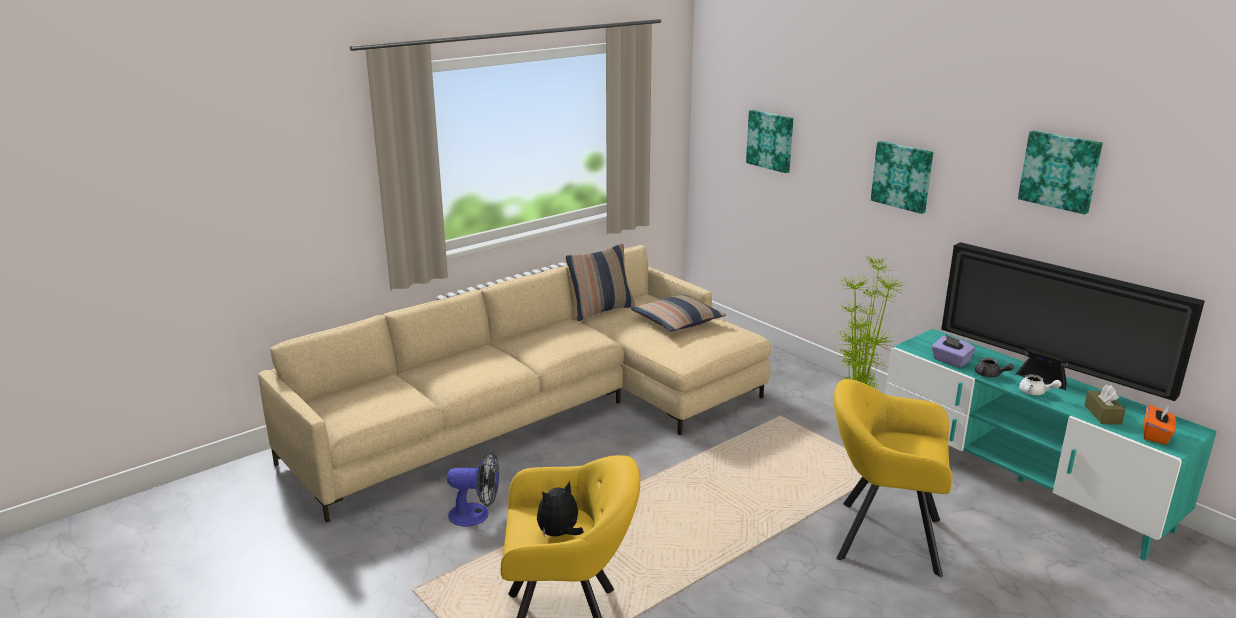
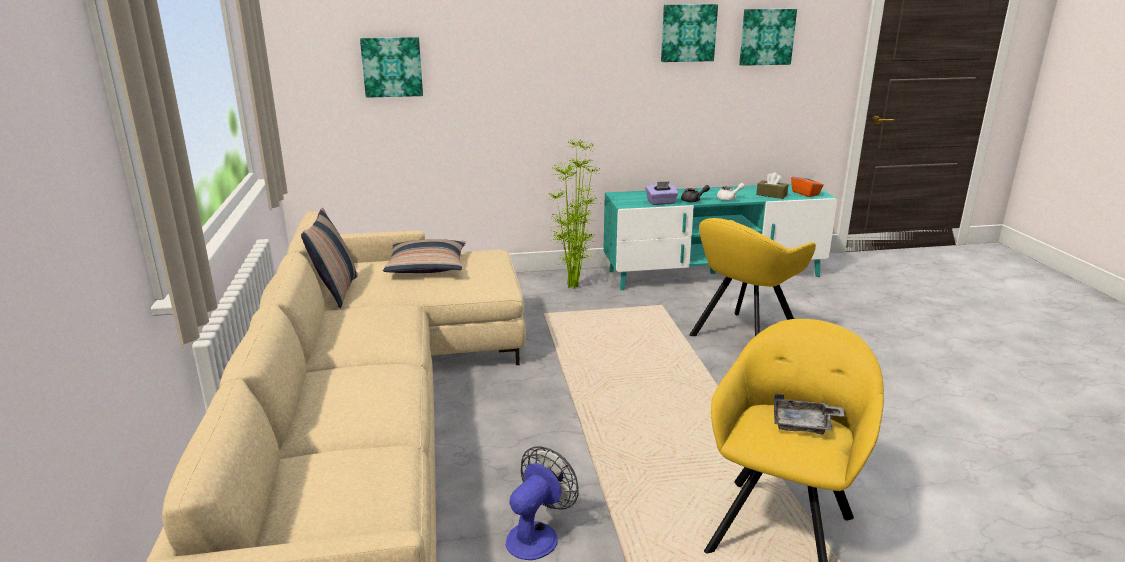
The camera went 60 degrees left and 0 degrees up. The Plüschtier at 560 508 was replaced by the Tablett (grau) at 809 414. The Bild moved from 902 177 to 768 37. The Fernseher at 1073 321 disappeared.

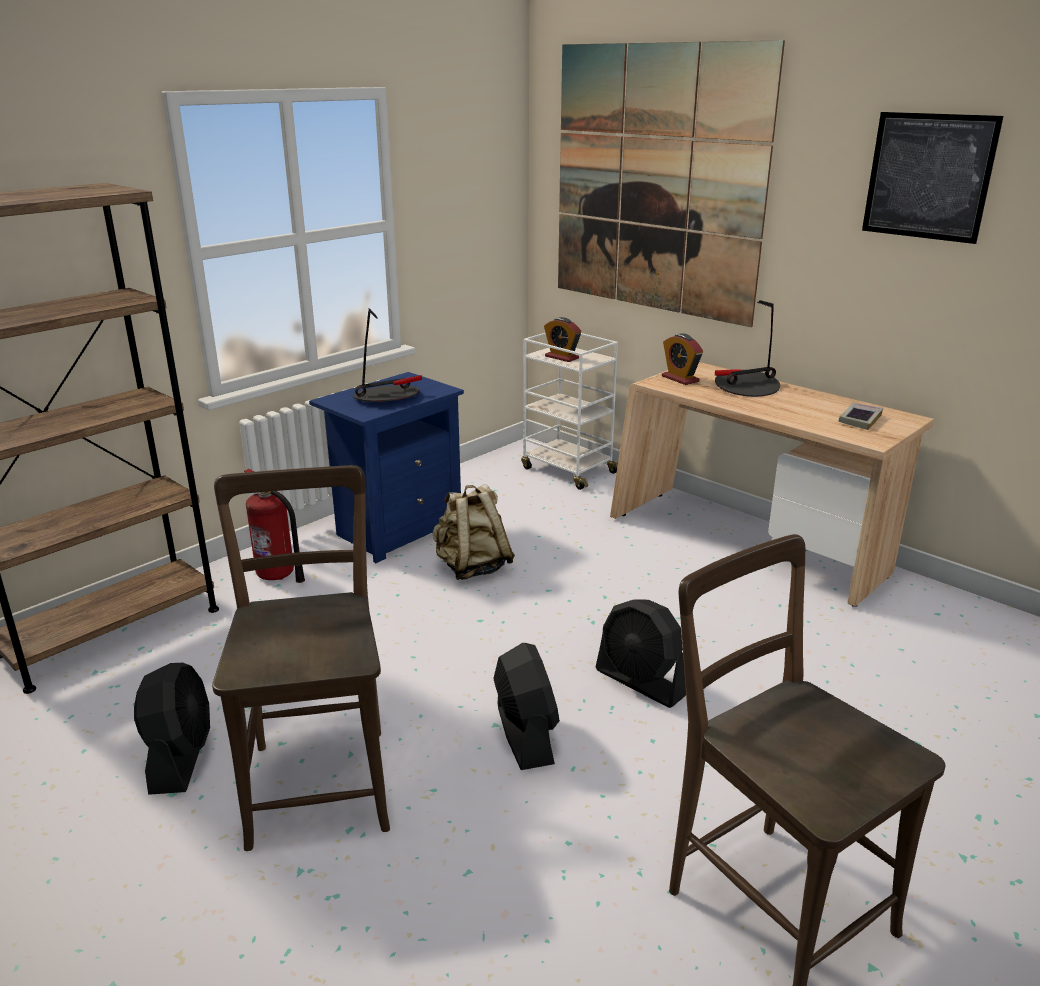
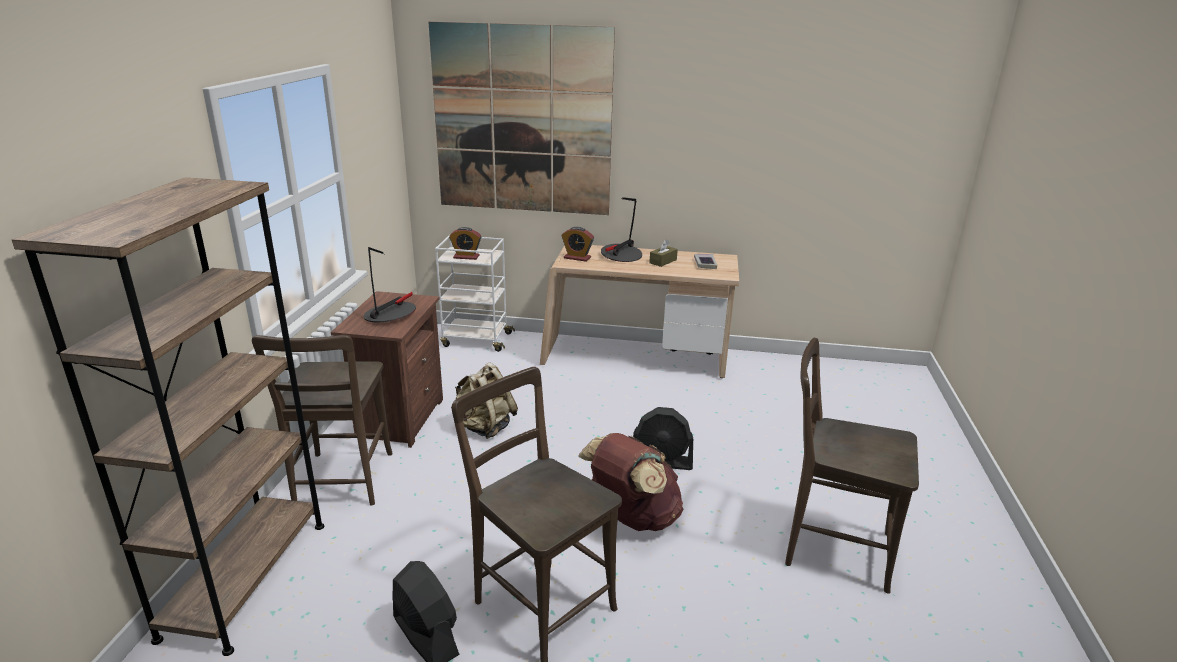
The camera went 35 degrees left and 0 degrees up. The Feuerlöscher at 274 526 was replaced by the Stuhl (braun) at 322 420. The Nachttisch (blau) at 386 467 became the Nachttisch (braun) at 387 369. The Ventilator (schwarz) at 526 706 was replaced by the Rucksack (braun) at 630 482. The Bild at 933 178 disappeared. The Taschentuchbox (braun) at 663 253 appeared.

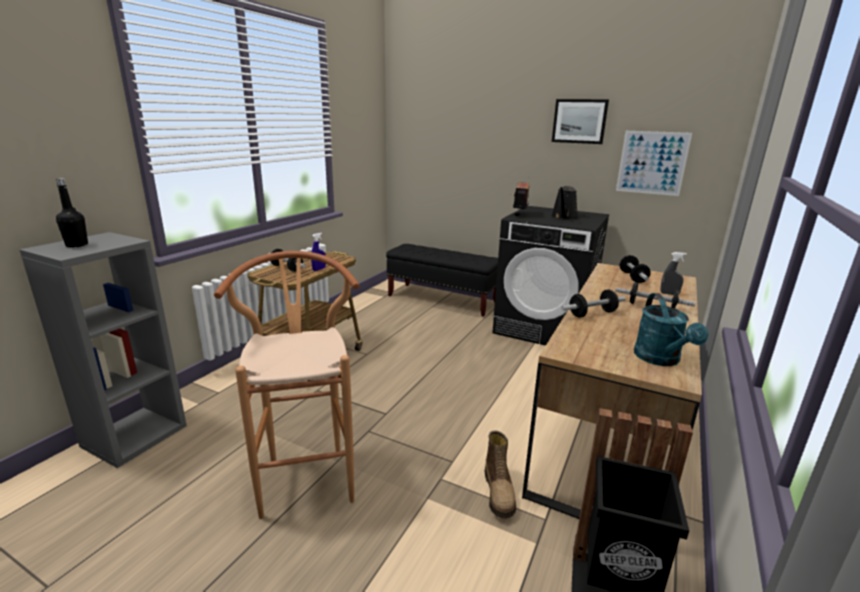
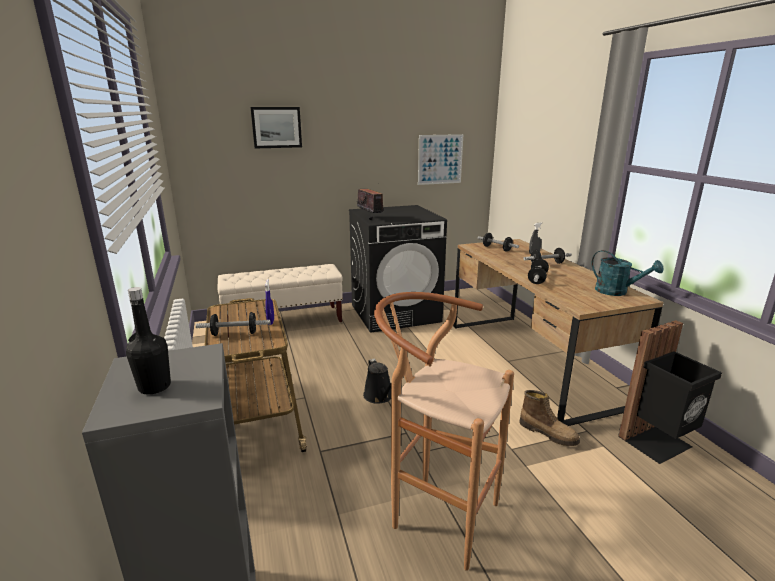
The camera went 45 degrees left and 0 degrees up. The Bank (schwarz) at 442 280 became the Bank (beige) at 280 301. The Gießkanne (schwarz) moved from 564 203 to 377 381. The Bild moved from 580 121 to 276 127.

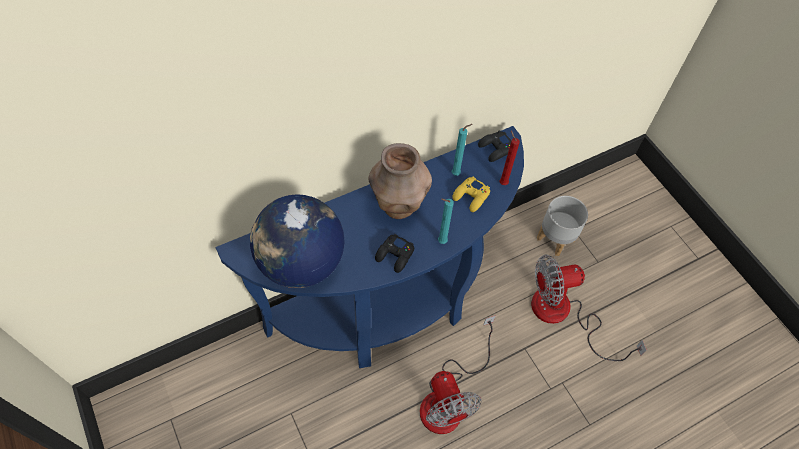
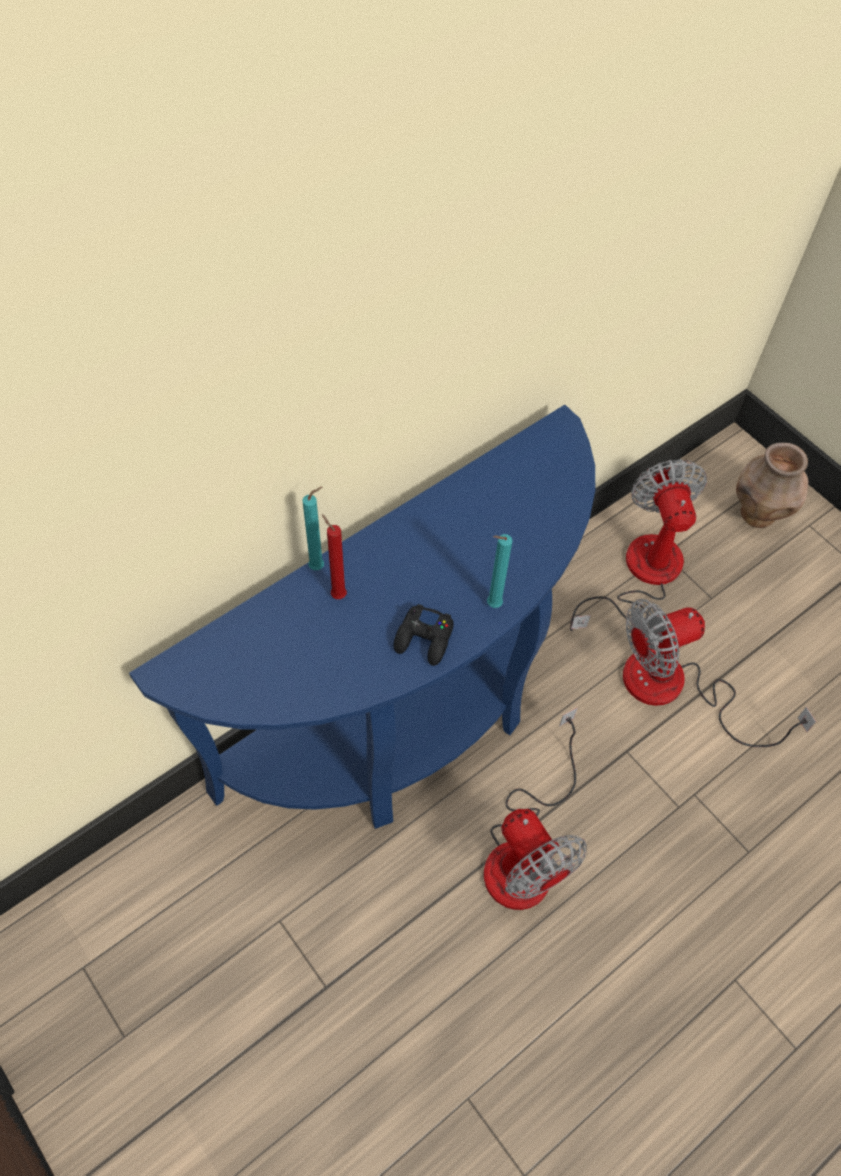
The camera went 10 degrees left and 0 degrees up. The Globus at 297 241 disappeared. The Vase (braun) moved from 400 181 to 772 485. The Kerze (türkis) moved from 462 150 to 313 528. The Gamepad (gelb) at 471 194 disappeared. The Gamepad (schwarz) at 494 146 disappeared. The Kerze (rot) moved from 510 158 to 334 556. The Pflanzkübel (grau) at 562 226 was replaced by the Ventilator at 638 545.

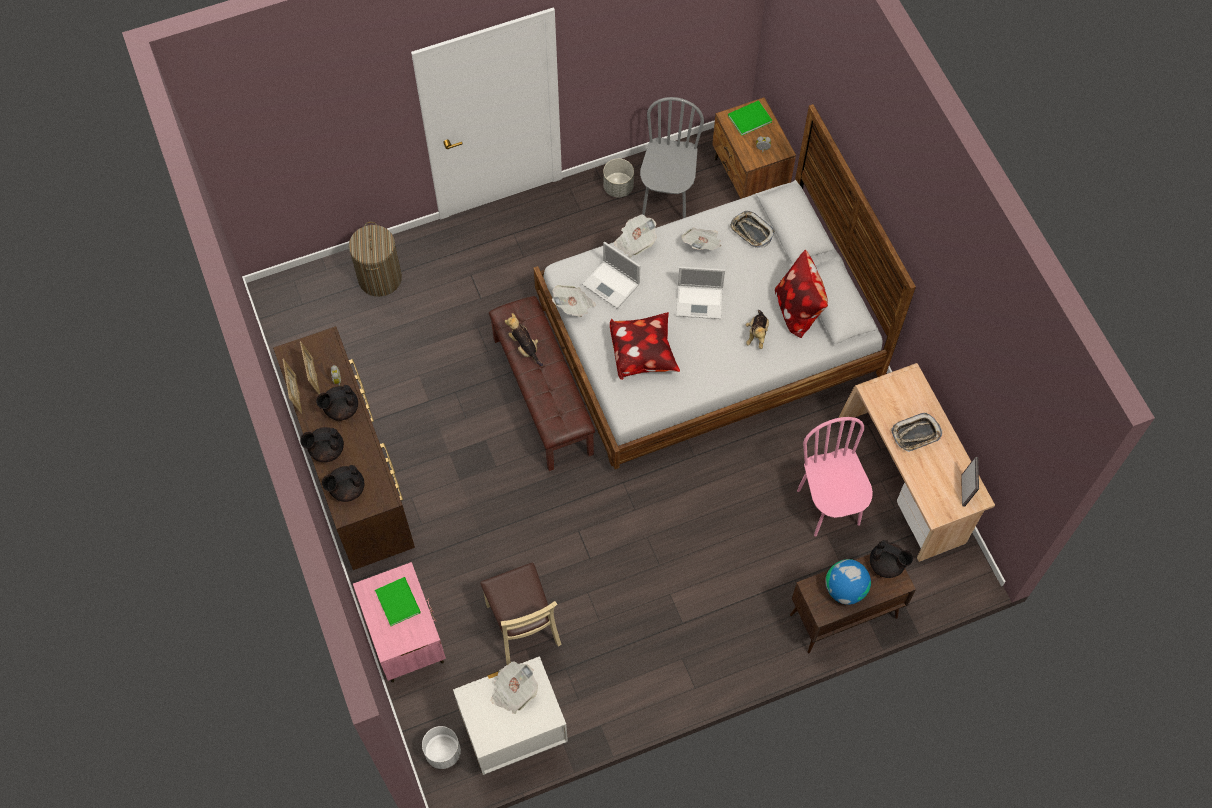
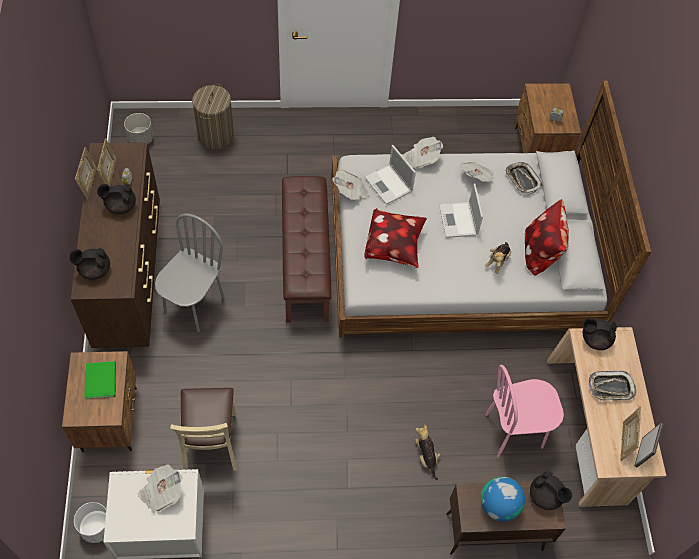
The camera went 15 degrees right and 5 degrees down. The Teekanne (schwarz) moved from 322 444 to 600 334. The Nachttisch (rosa) at 399 622 became the Nachttisch (braun) at 99 401. The Plüschtier moved from 524 339 to 427 452. The Pflanzkübel (grau) moved from 618 178 to 139 128. The Stuhl (grau) moved from 672 157 to 190 273. The Laptop at 700 292 turned 60 degrees clockwise. The Buch (grün) at 750 118 disappeared. The Stuhl (rosa) at 835 476 turned 105 degrees counterclockwise. The Bilderrahmen at 630 434 appeared.

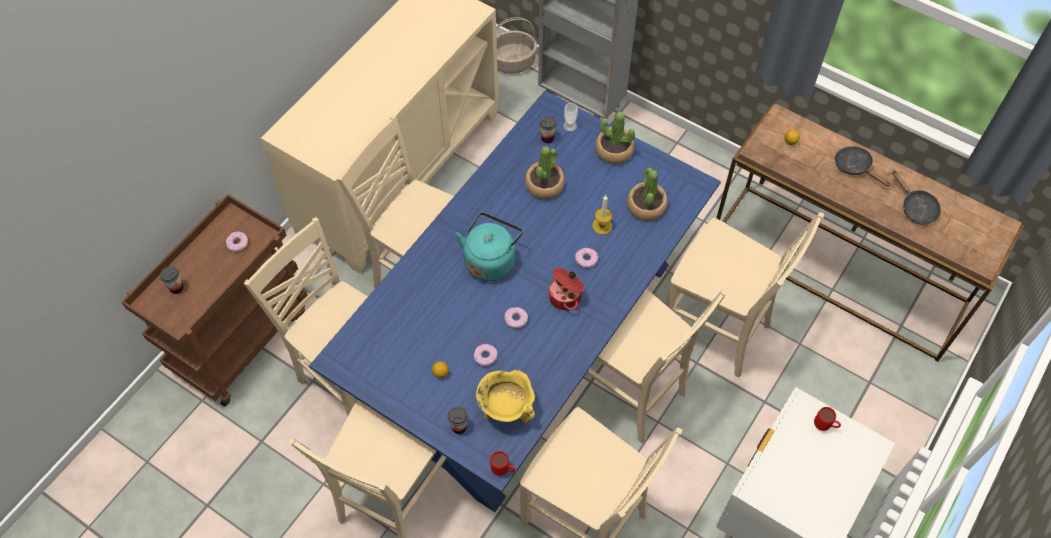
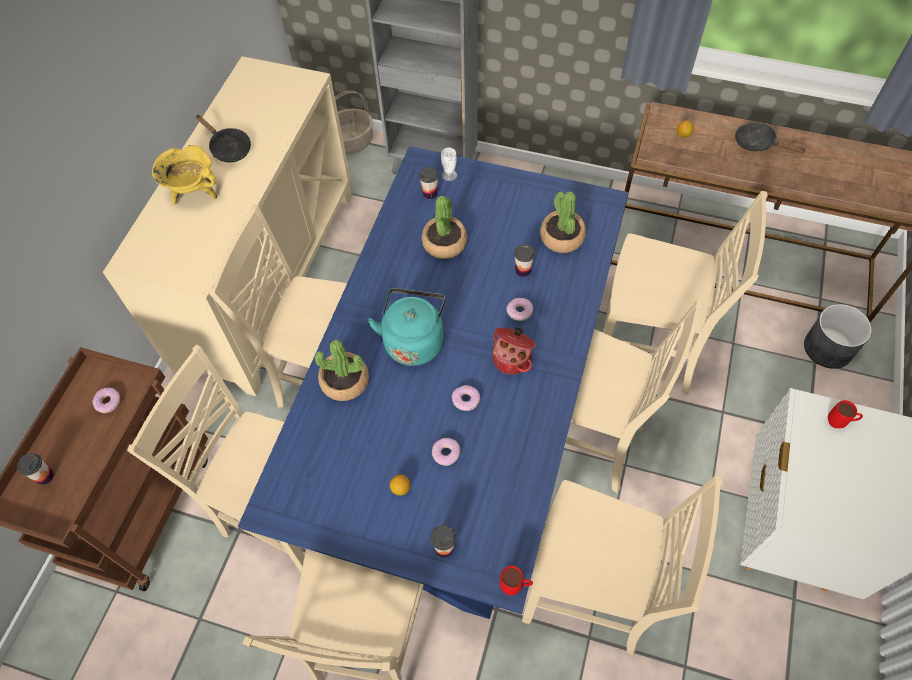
The camera went 15 degrees left and 0 degrees up. The Kochtopf (gelb) moved from 505 397 to 184 175. The Kerze at 602 214 was replaced by the Tasse at 524 260. The Topfpflanze moved from 615 138 to 342 370. The Pfanne (schwarz) moved from 916 197 to 223 138. The Pflanzkübel (grau) at 838 336 appeared.

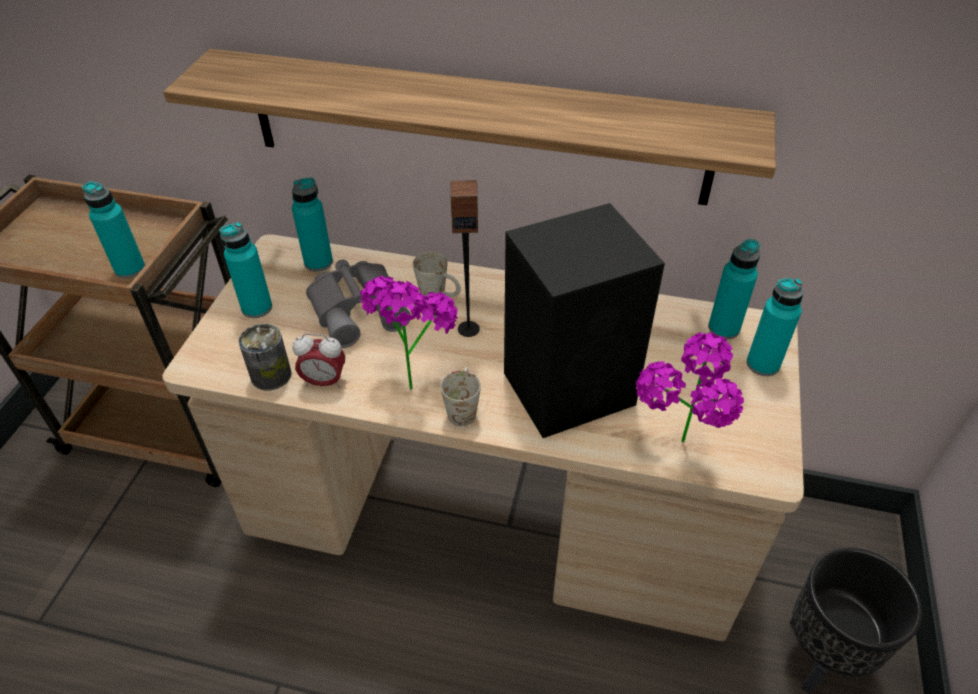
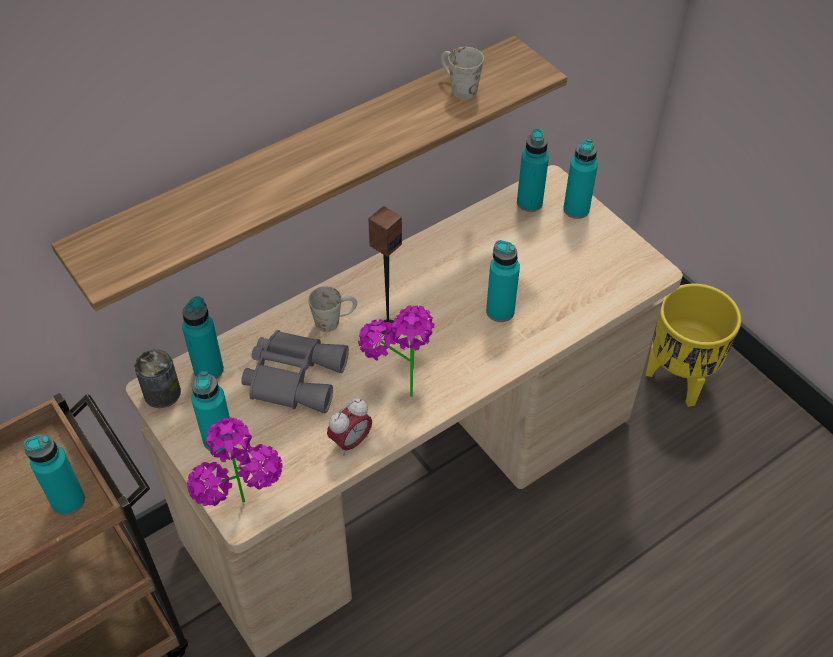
The camera went 50 degrees left and 5 degrees up. The Dose moved from 265 357 to 157 378. The Henkelbecher (weiß) moved from 460 396 to 462 73. The Lautsprecher (schwarz) at 584 320 was replaced by the Flasche (türkis) at 503 281. The Topfpflanze moved from 689 387 to 234 461. The Pflanzkübel (schwarz) at 856 620 became the Pflanzkübel (gelb) at 693 345.

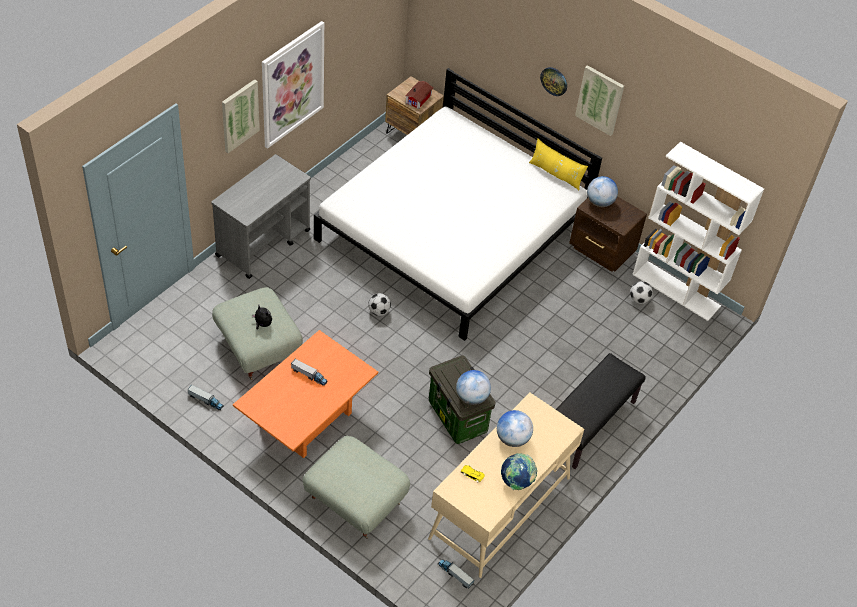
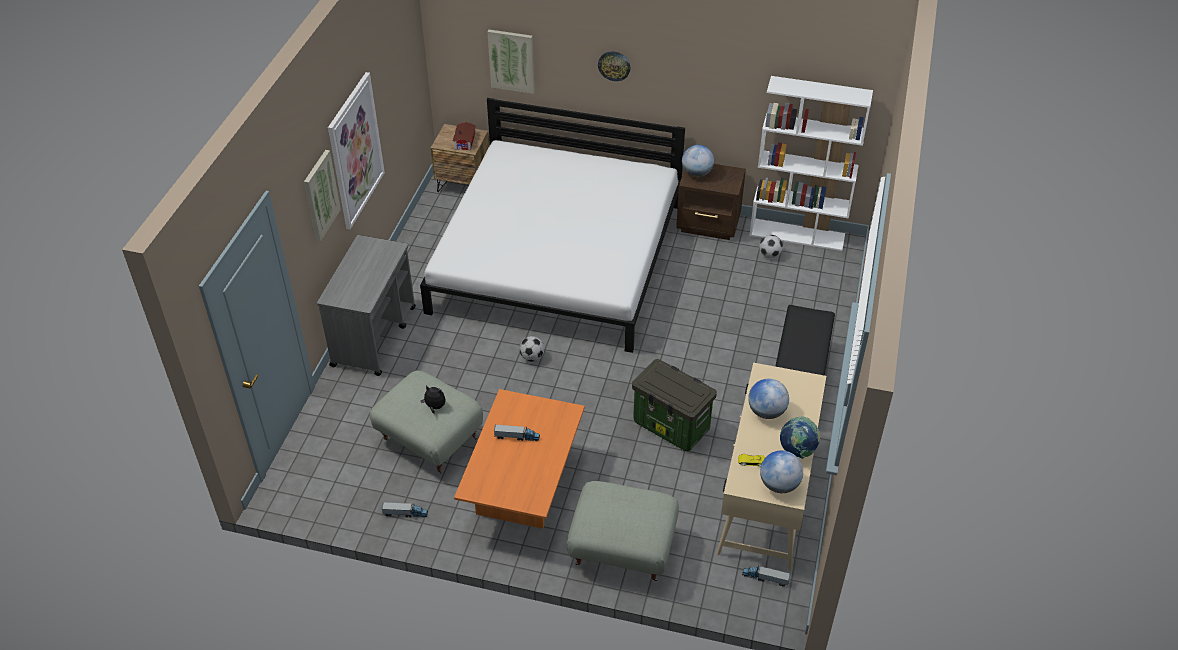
The camera went 20 degrees left and 5 degrees down. The Globus moved from 473 387 to 781 471. The Kissen (gelb) at 558 164 disappeared. The Bild moved from 599 100 to 511 62.

